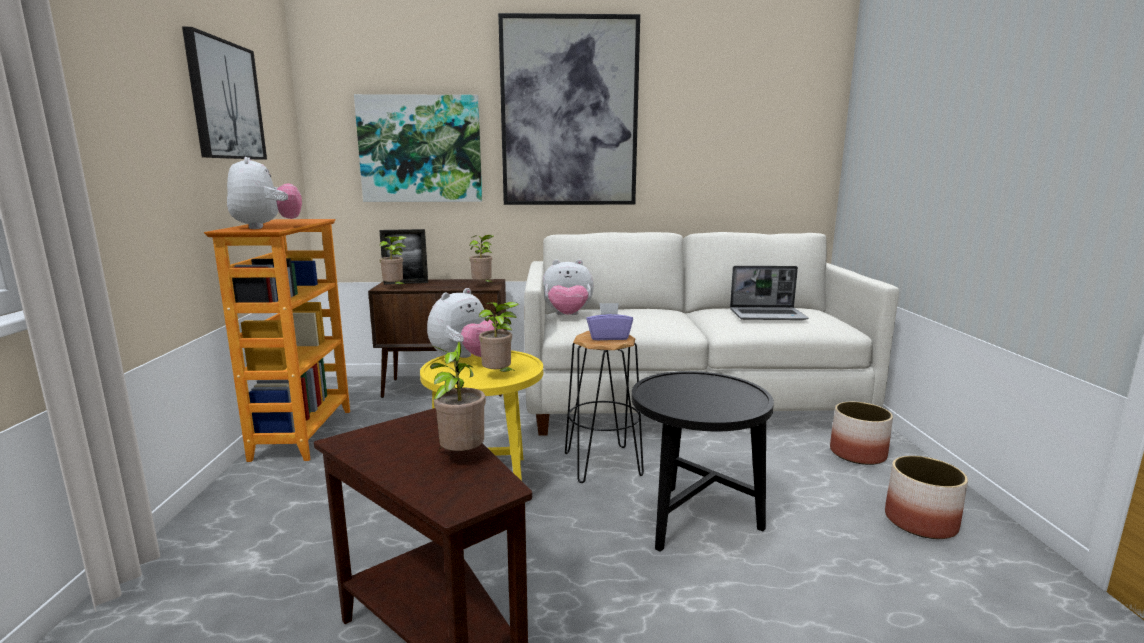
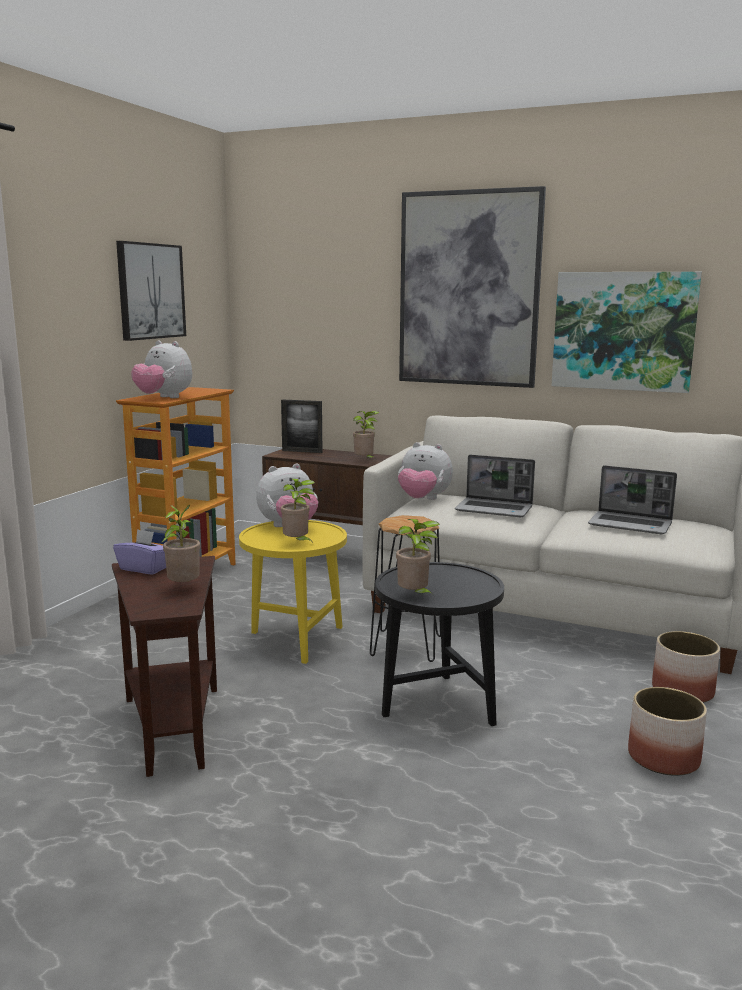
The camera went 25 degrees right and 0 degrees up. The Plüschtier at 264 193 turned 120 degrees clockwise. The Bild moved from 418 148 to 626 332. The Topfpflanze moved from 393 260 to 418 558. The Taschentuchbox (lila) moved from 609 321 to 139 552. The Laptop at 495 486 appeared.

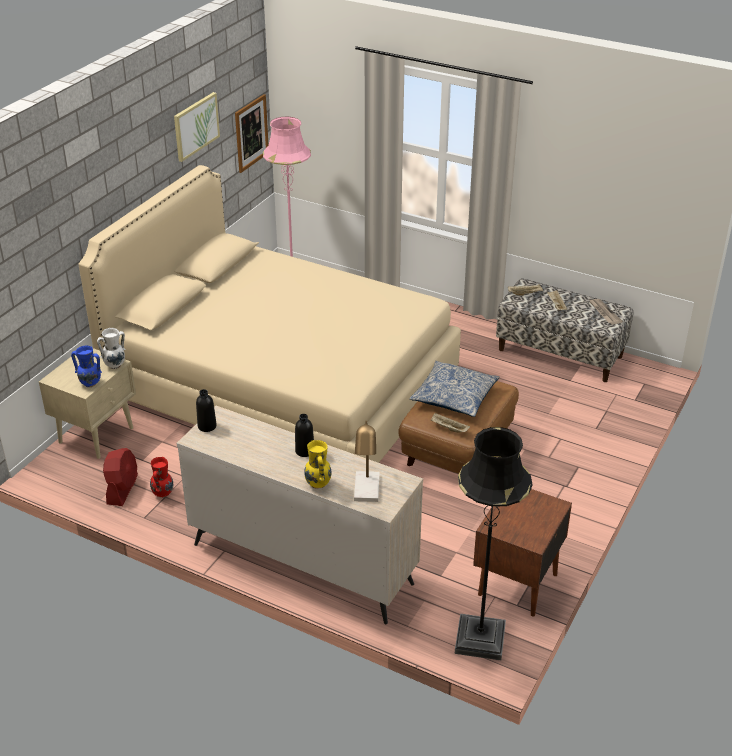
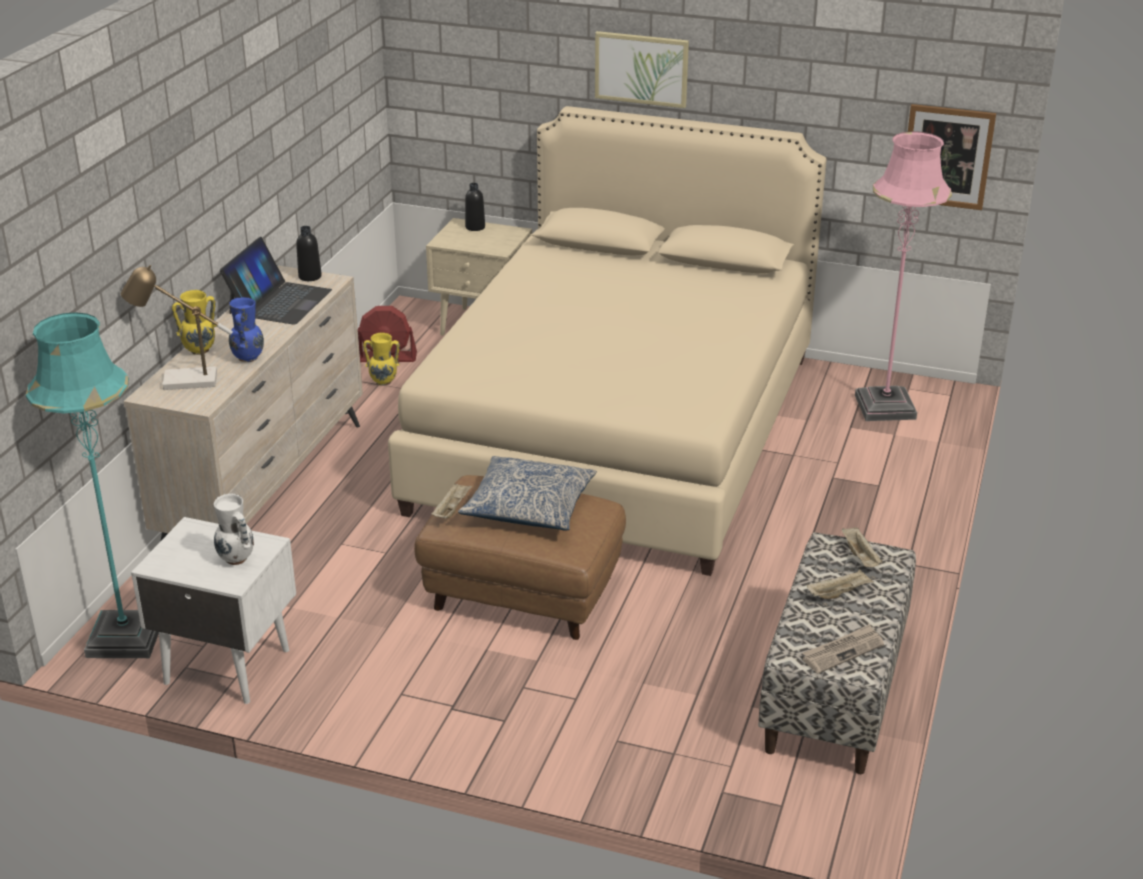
The camera went 80 degrees right and 5 degrees down. The Vase (blau) moved from 86 366 to 246 329. The Vase (weiß) moved from 111 348 to 234 529. The Vase (rot) at 161 477 became the Vase (gelb) at 381 359. The Bild moved from 197 127 to 642 69. The Flasche (schwarz) moved from 304 435 to 475 207. The Stehlampe (schwarz) at 493 543 became the Stehlampe (türkis) at 92 485. The Nachttisch (braun) at 522 553 became the Nachttisch (weiß) at 213 610. The Laptop at 276 281 appeared.

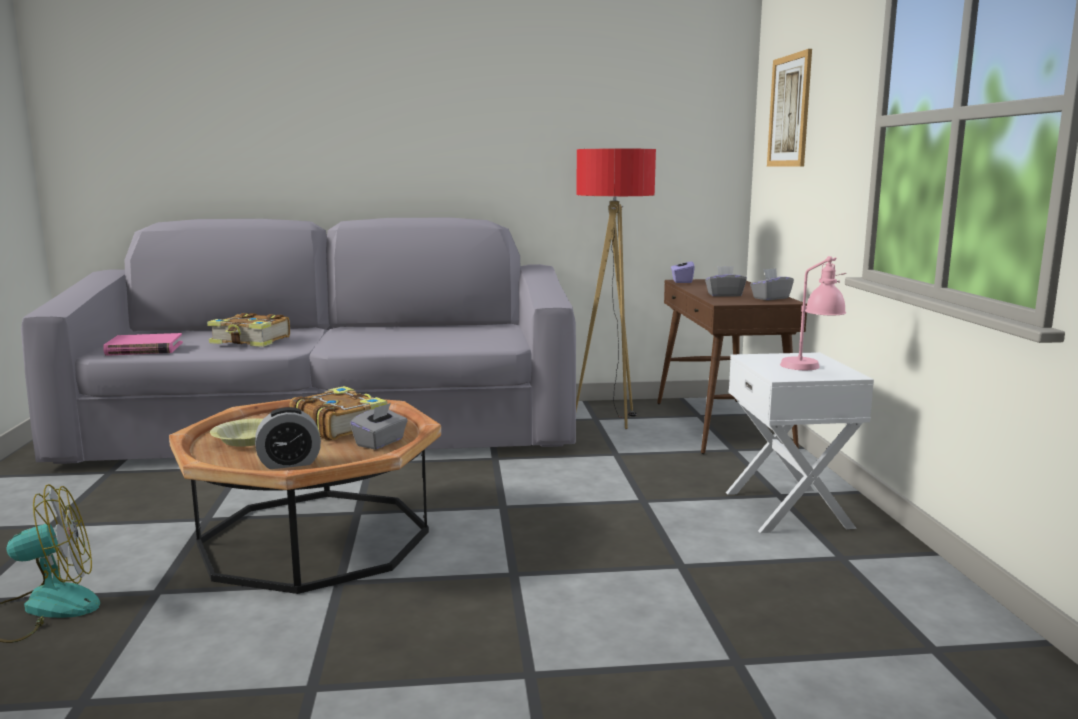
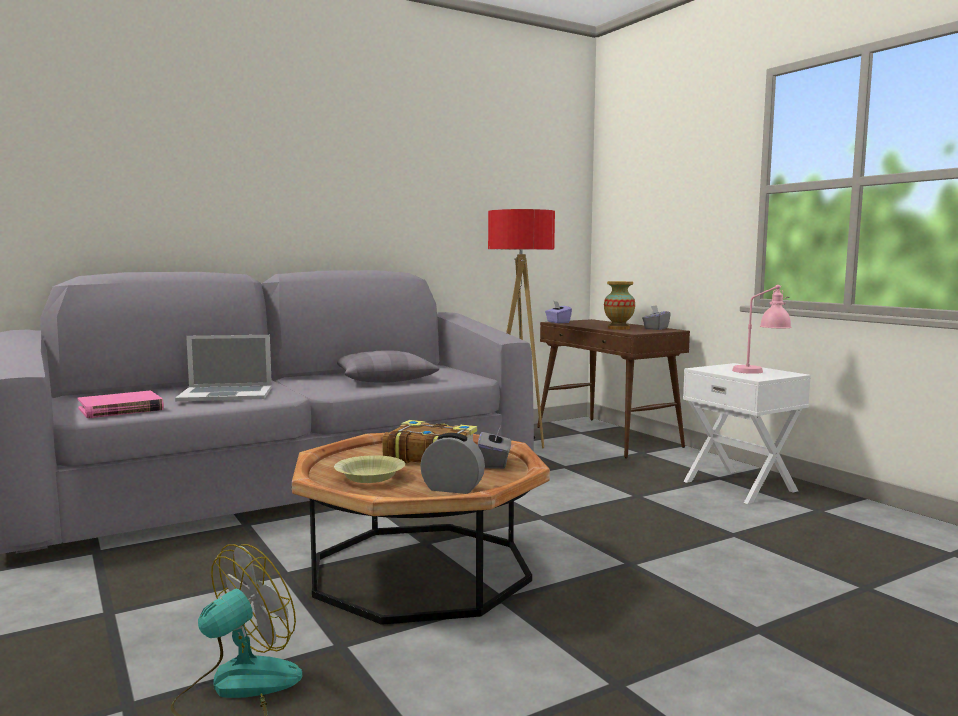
The camera went 25 degrees left and 5 degrees down. The Buch at 248 330 was replaced by the Laptop at 223 368. The Wecker at 288 438 turned 120 degrees counterclockwise. The Taschentuchbox (grau) at 726 281 was replaced by the Vase at 619 305. The Bild at 789 108 disappeared. The Kissen (grau) at 388 367 appeared.

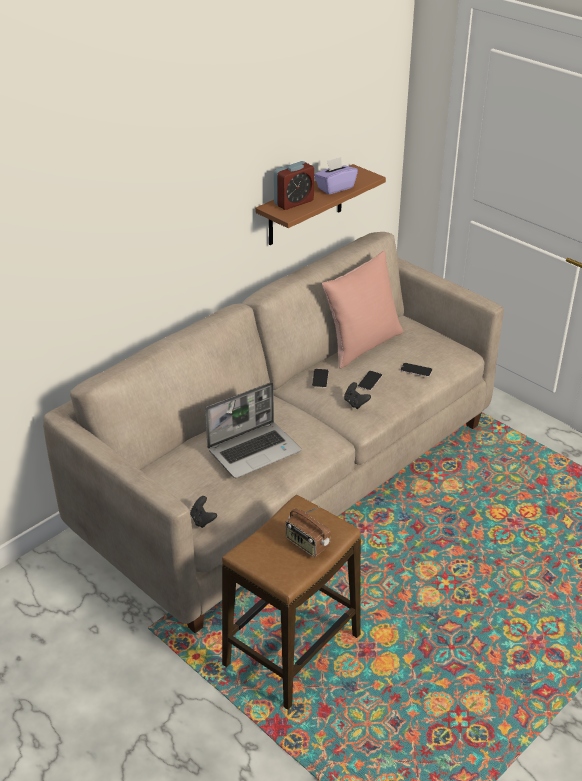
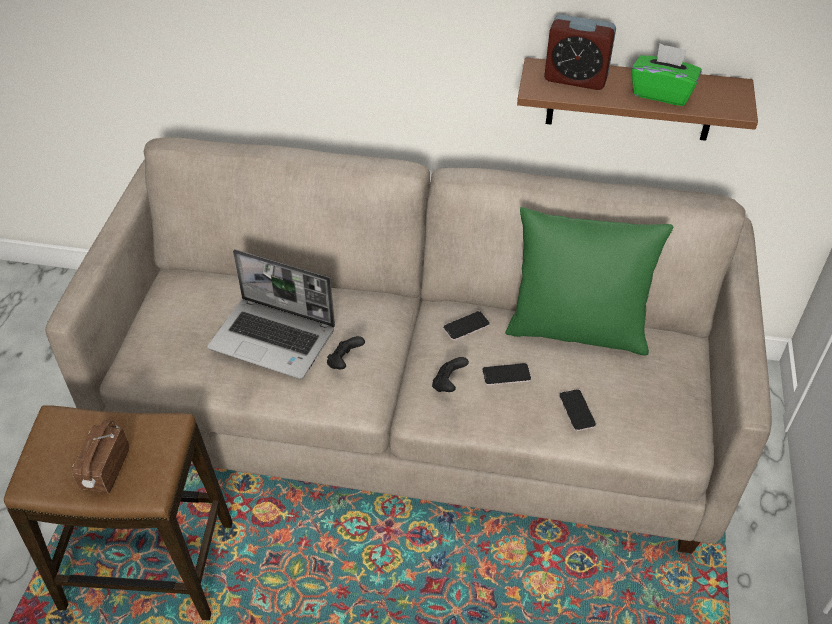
The camera went 55 degrees right and 10 degrees up. The Gamepad (schwarz) moved from 203 512 to 346 352. The Taschentuchbox (lila) at 336 176 became the Taschentuchbox (grün) at 667 74. The Kissen (rosa) at 362 310 became the Kissen (grün) at 589 281.

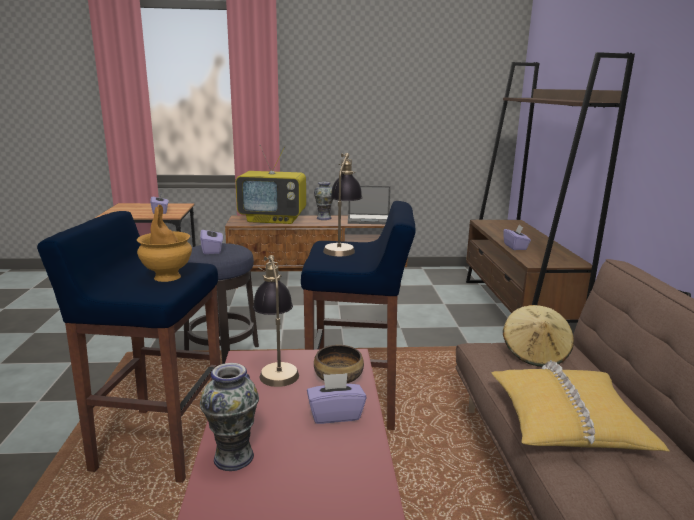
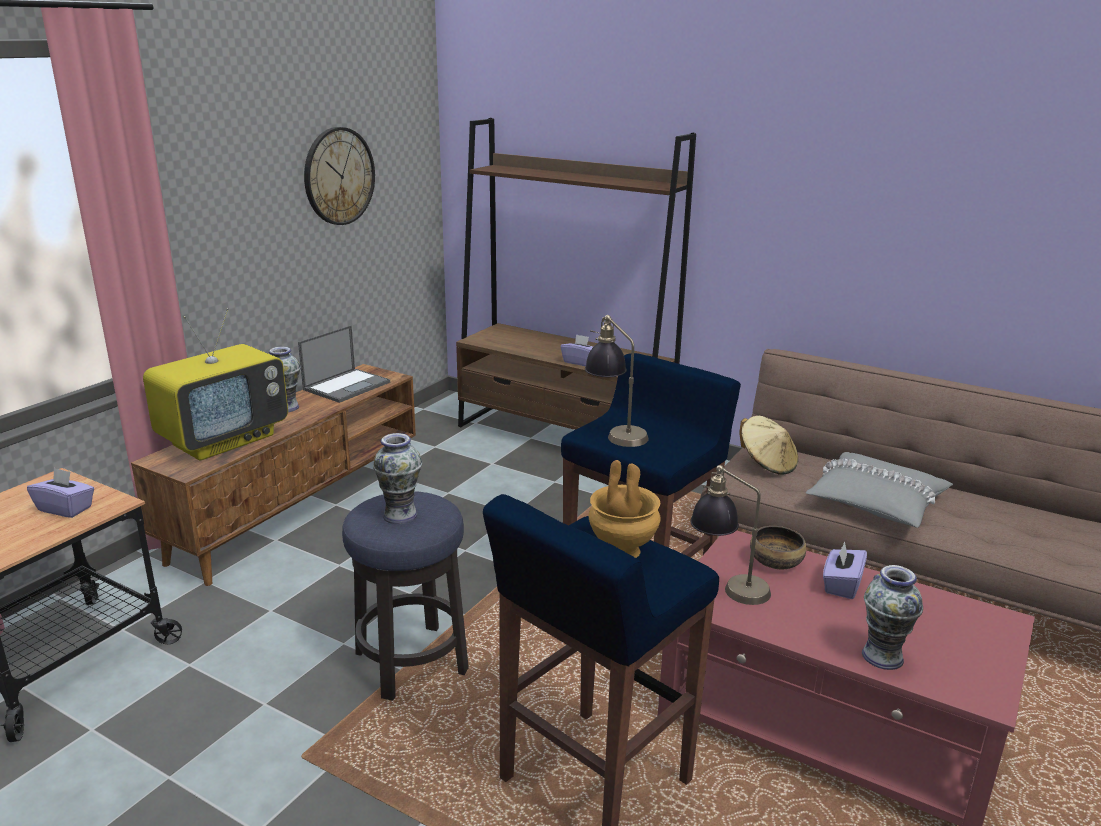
The camera went 55 degrees left and 5 degrees up. The Taschentuchbox (lila) at 211 239 was replaced by the Vase at 398 478. The Kissen (gelb) at 580 405 became the Kissen (grau) at 879 490. The Wanduhr at 339 176 appeared.

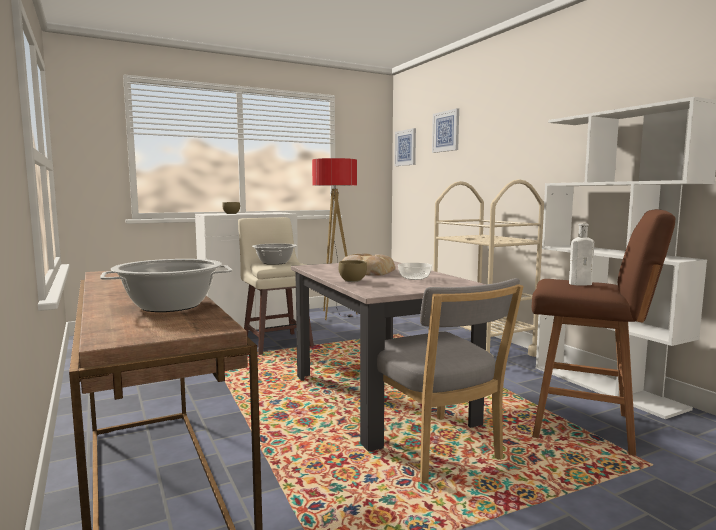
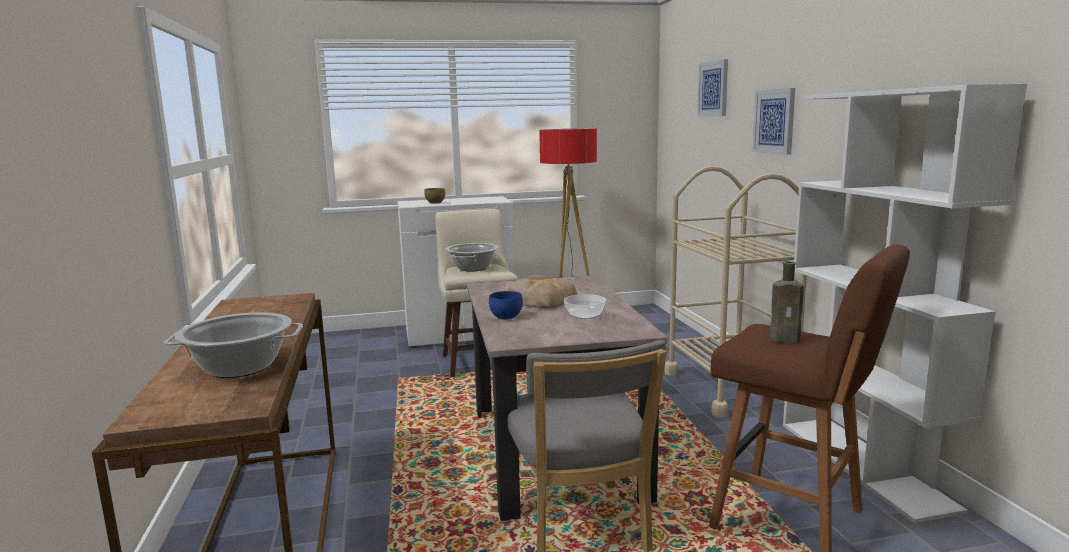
The camera went 15 degrees right and 5 degrees up. The Schüssel (braun) at 353 271 became the Schüssel (blau) at 506 305. The Bild moved from 405 147 to 773 121. The Flasche (weiß) at 581 254 became the Flasche (braun) at 787 302.

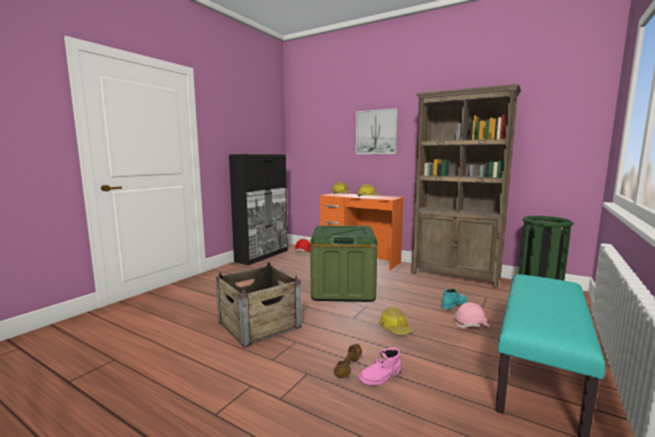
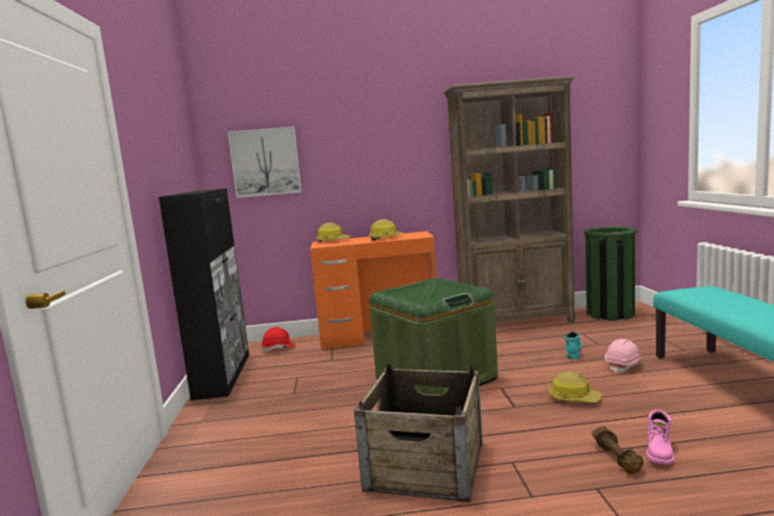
The camera went 35 degrees left and 0 degrees up. The Bild moved from 377 131 to 265 162.

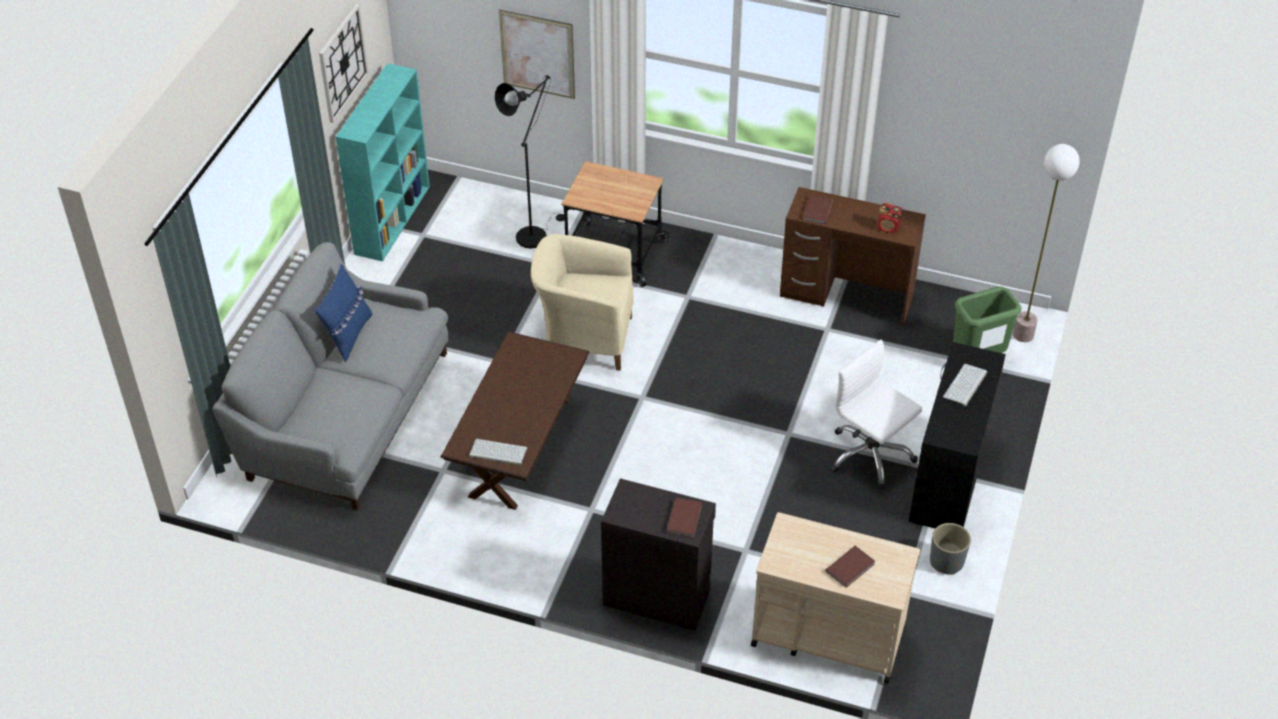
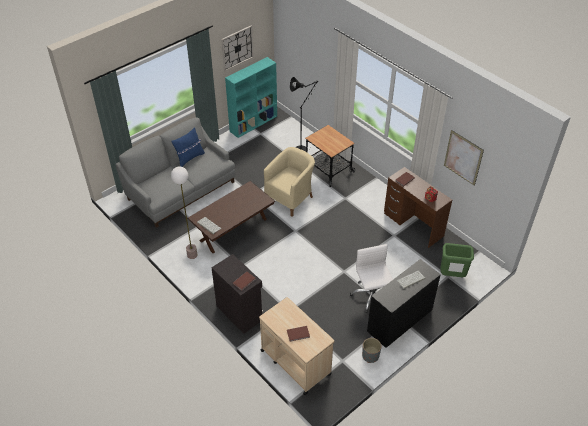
The camera went 30 degrees right and 0 degrees up. The Bild moved from 537 54 to 464 158. The Sessel (beige) at 582 302 turned 90 degrees clockwise. The Stehlampe moved from 1046 243 to 184 212.

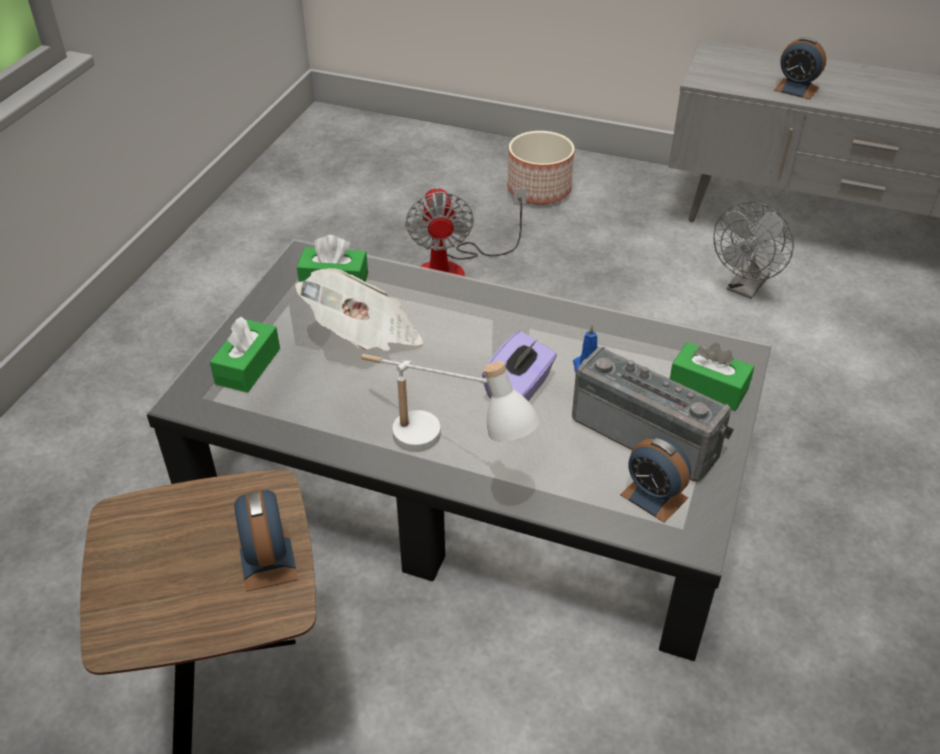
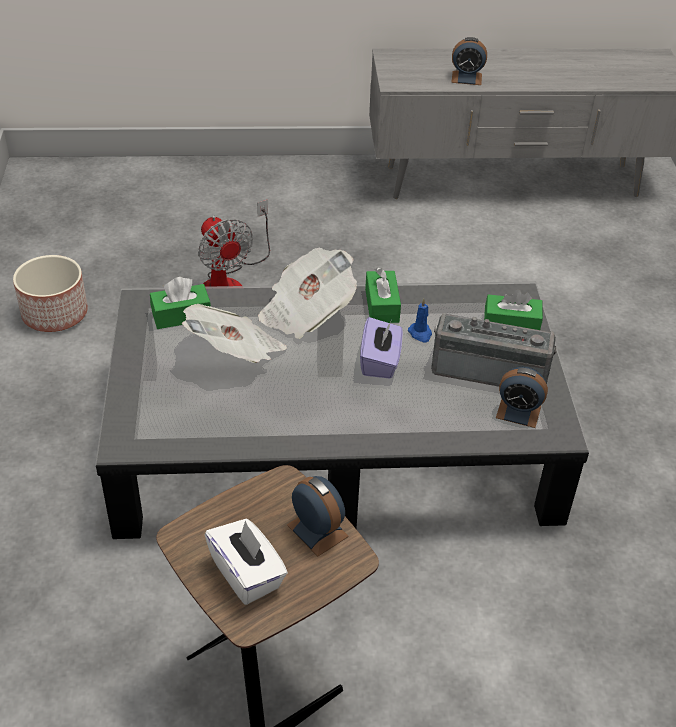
The camera went 25 degrees left and 0 degrees up. The Taschentuchbox (grün) moved from 245 355 to 383 295. The Tischlampe (weiß) at 450 403 disappeared. The Pflanzkübel moved from 541 168 to 50 293. The Ventilator (grau) at 753 250 disappeared. The Taschentuchbox (weiß) at 246 562 appeared. The Zeitung at 307 293 appeared.

